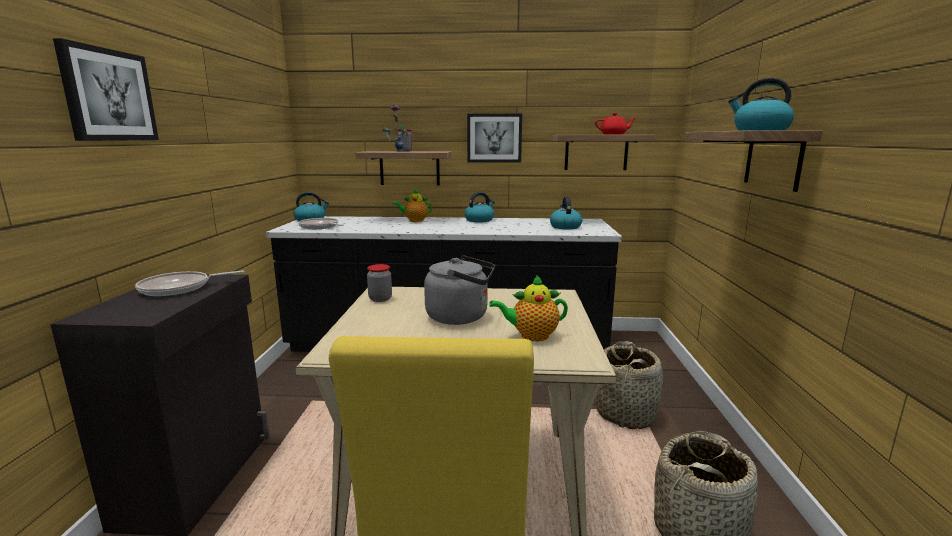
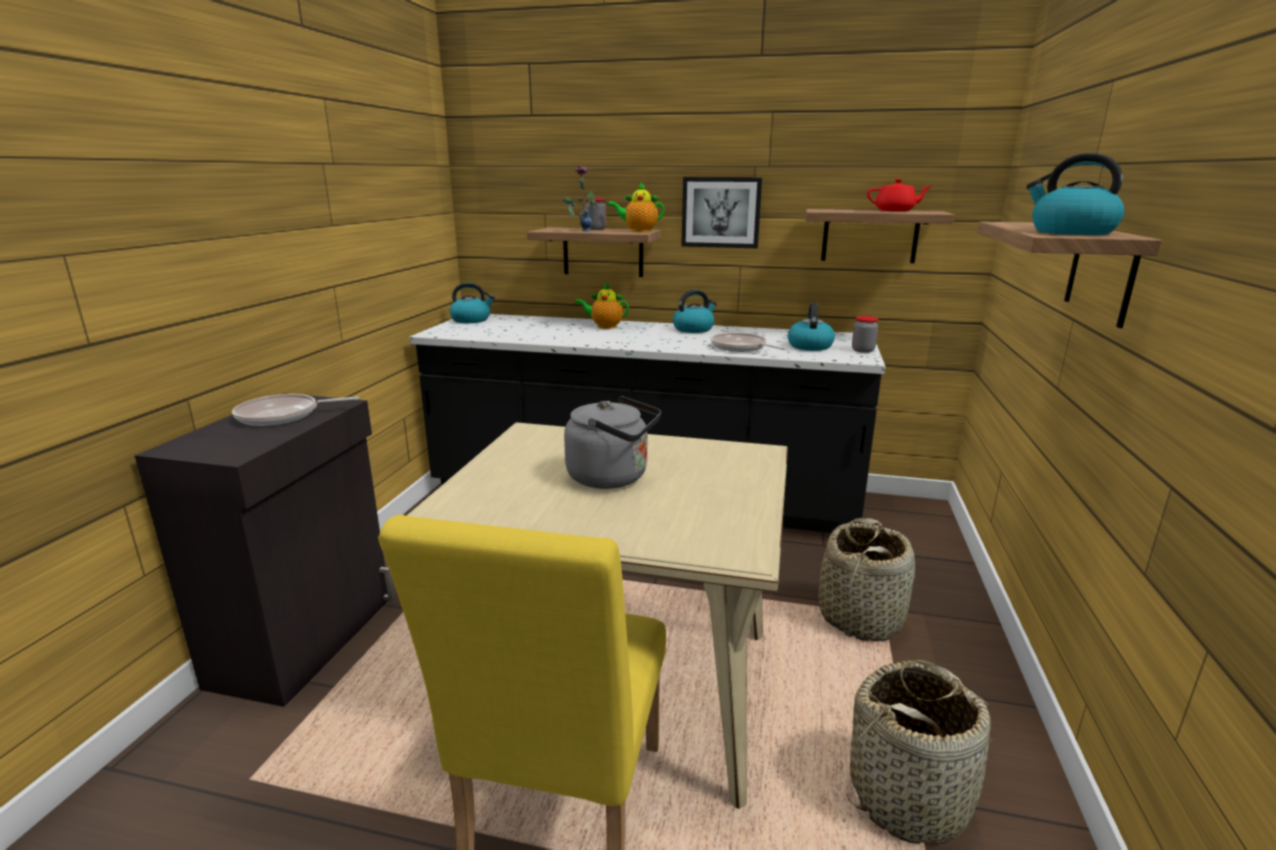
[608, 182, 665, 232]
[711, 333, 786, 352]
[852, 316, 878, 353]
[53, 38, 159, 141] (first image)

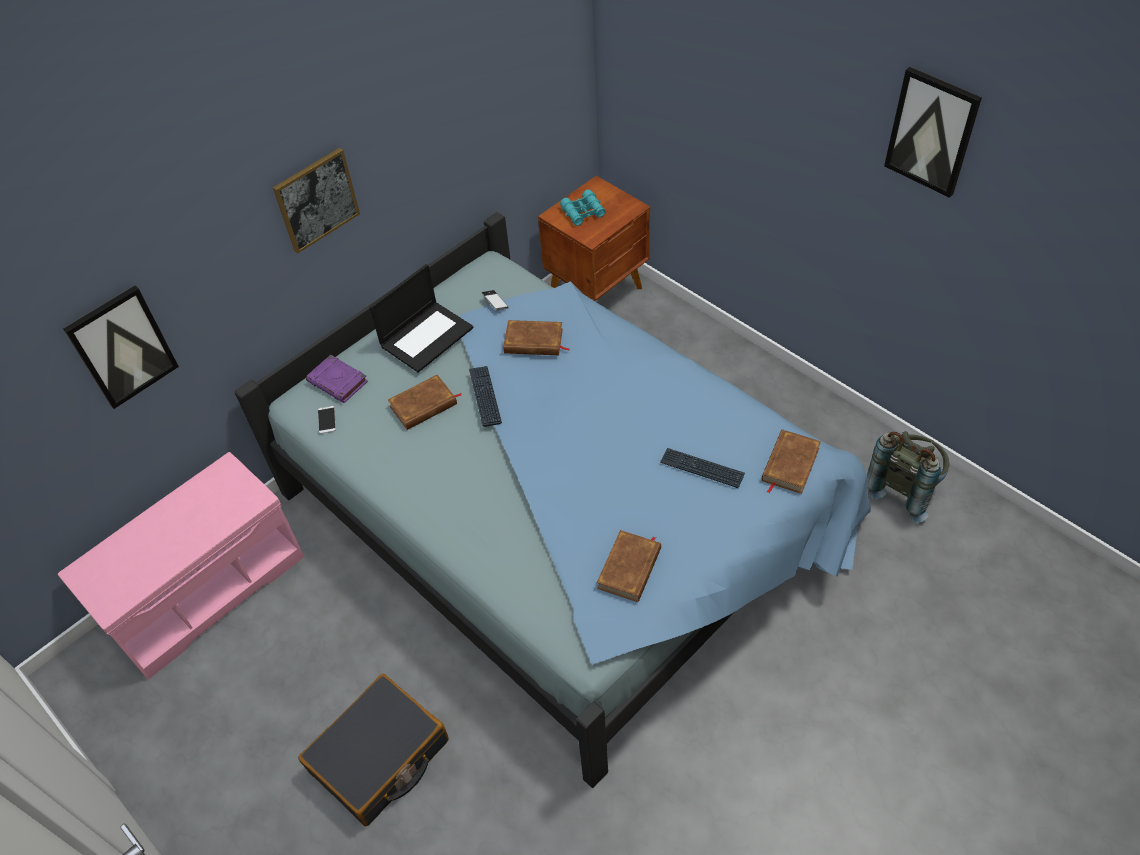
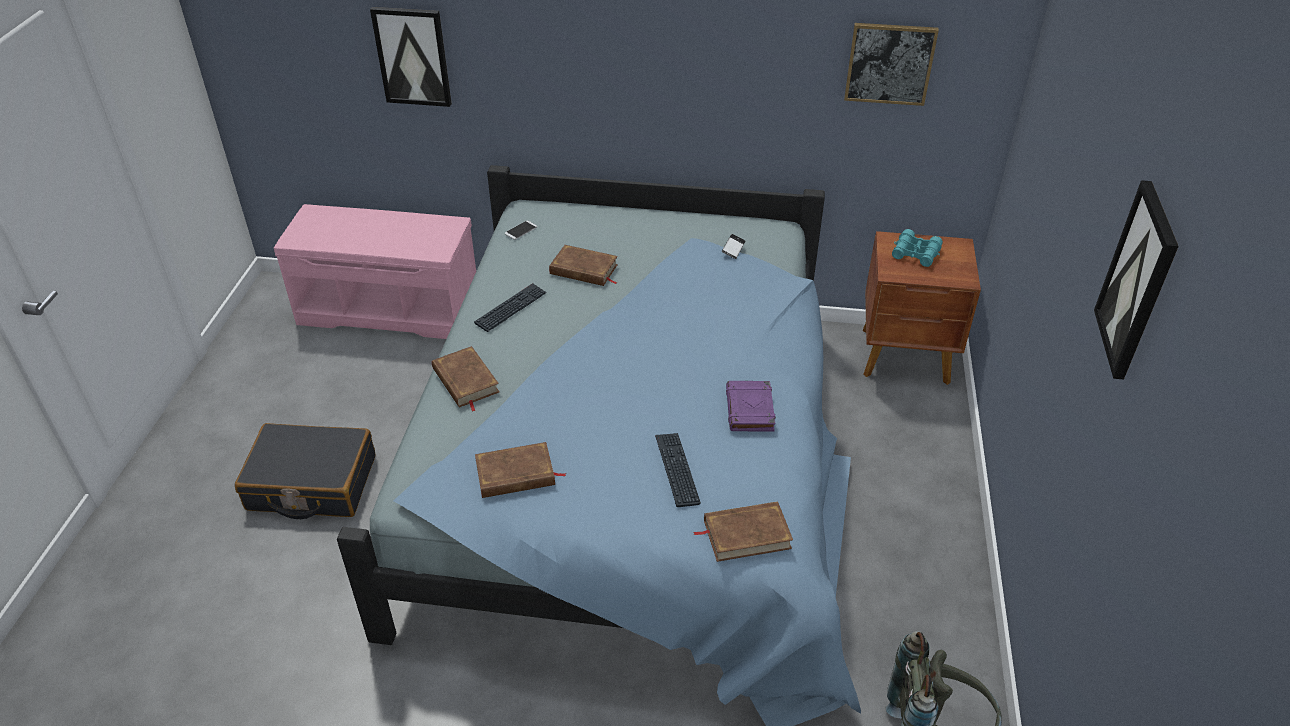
[432, 346, 499, 412]
[474, 283, 547, 332]
[726, 381, 775, 431]
[844, 23, 939, 106]
[369, 264, 473, 373] (first image)

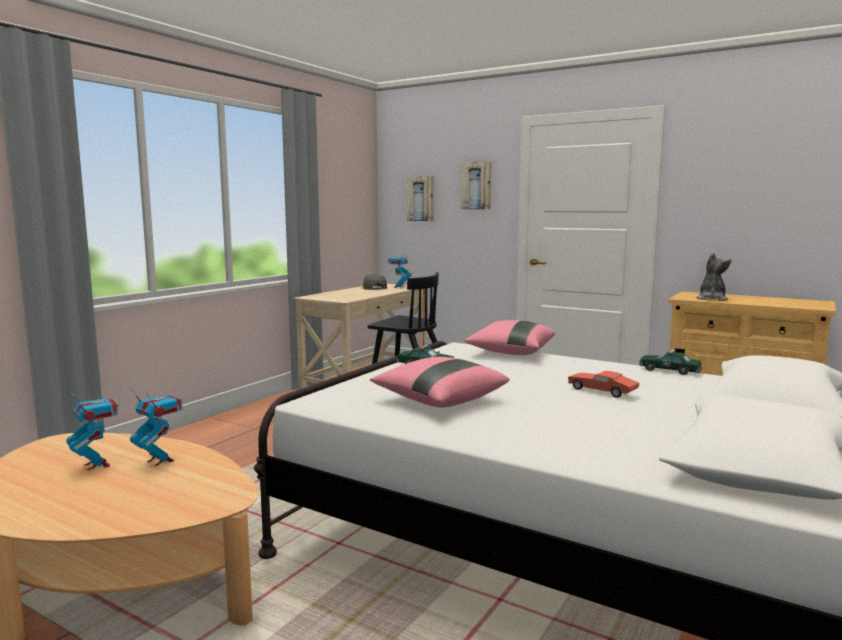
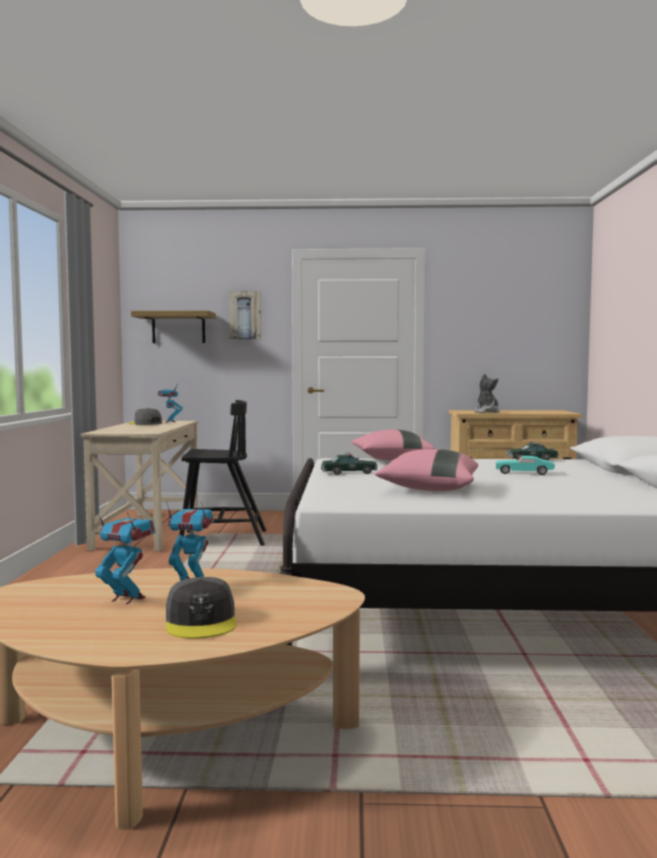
[131, 311, 216, 343]
[166, 577, 236, 639]
[496, 456, 555, 475]

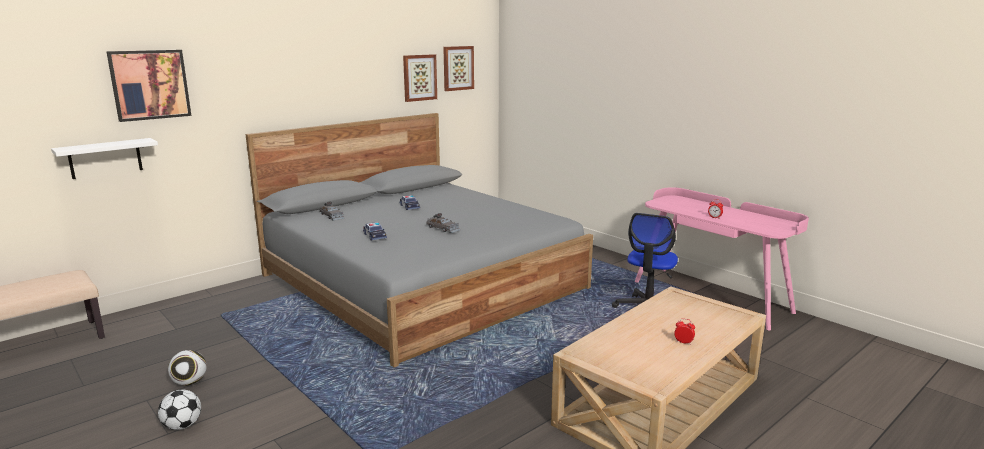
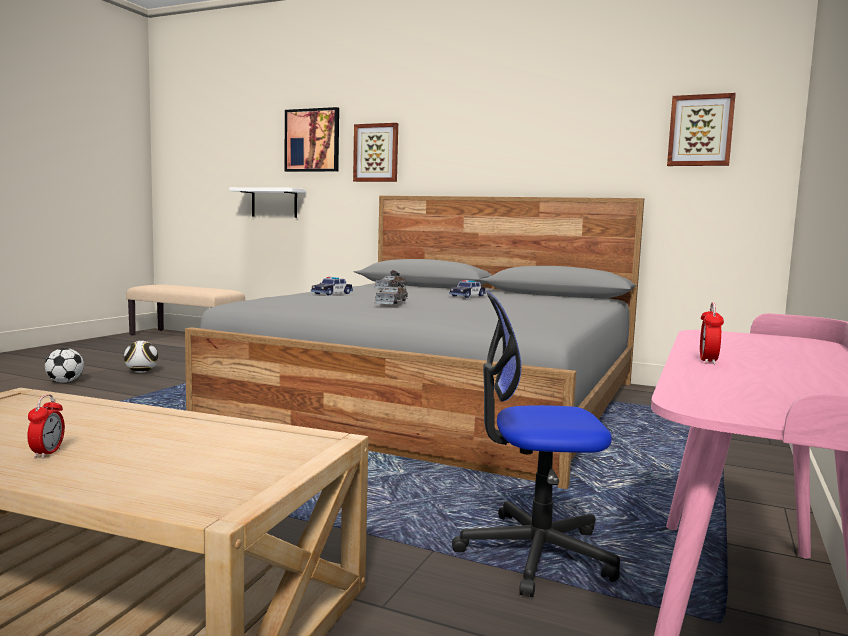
[353, 123, 398, 182]

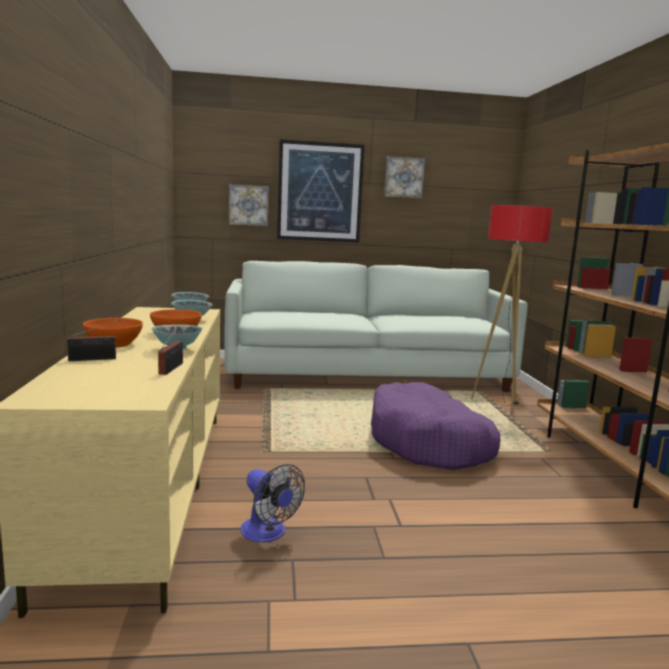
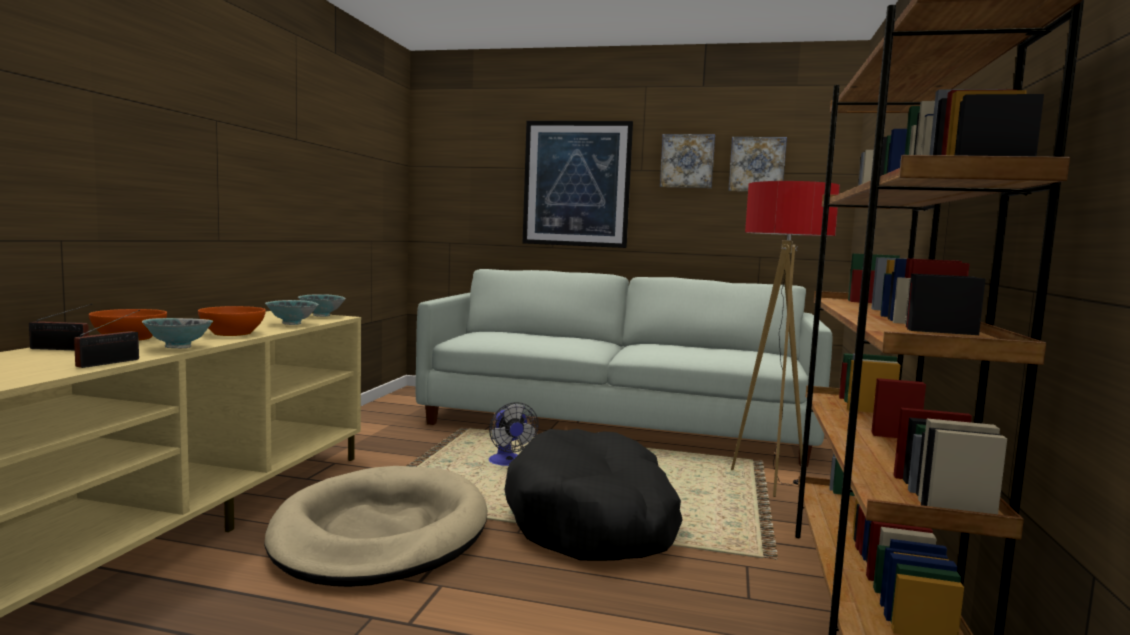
[264, 466, 488, 587]
[489, 402, 539, 466]
[504, 429, 683, 561]
[728, 137, 787, 191]

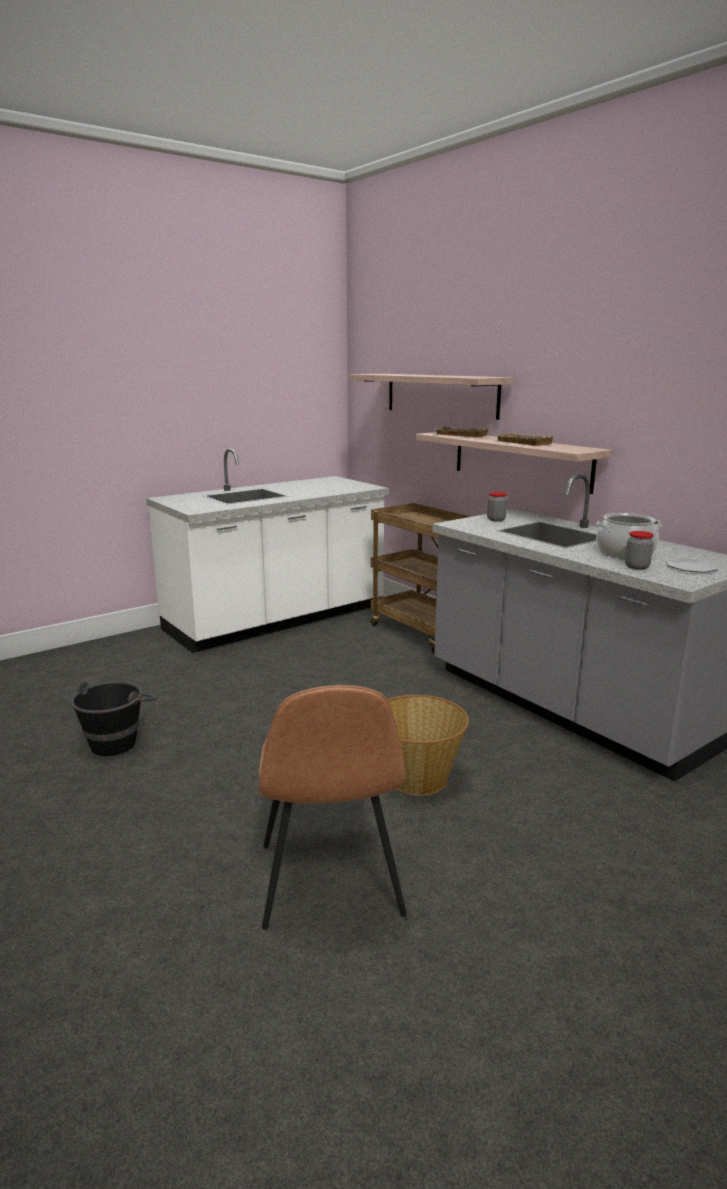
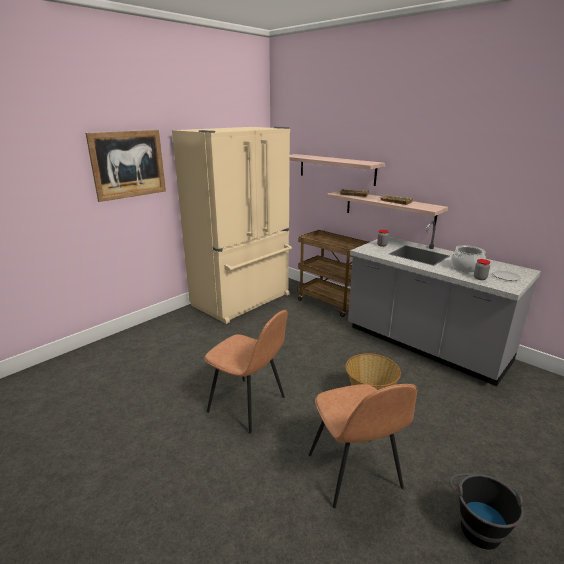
[86, 130, 166, 202]
[172, 127, 292, 324]
[204, 310, 288, 433]
[449, 473, 524, 550]

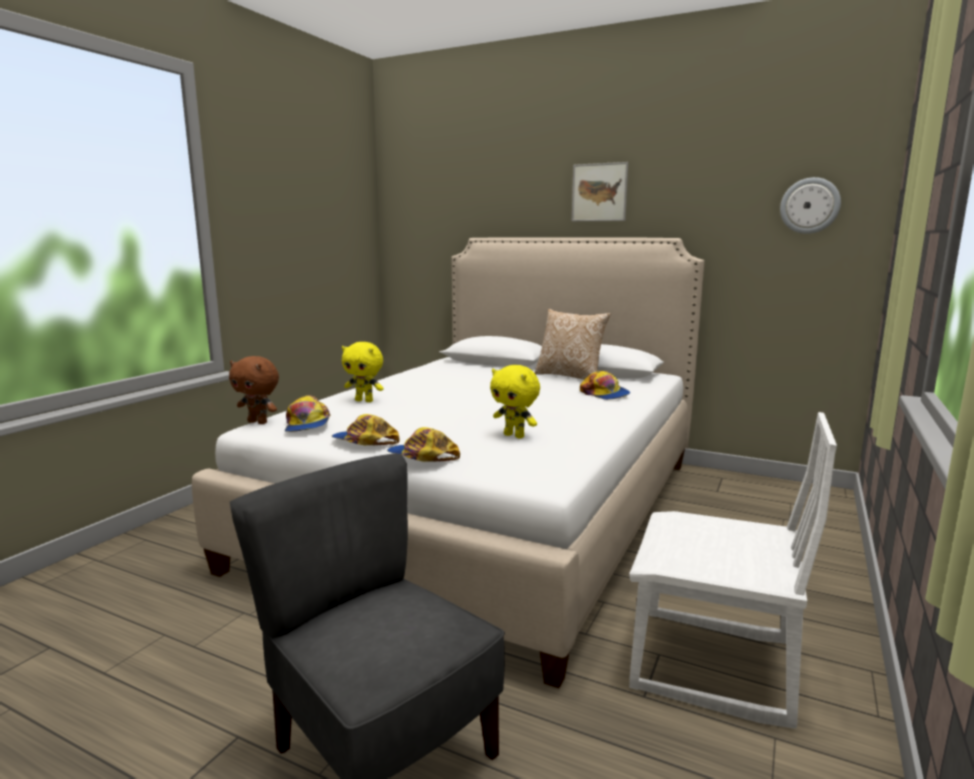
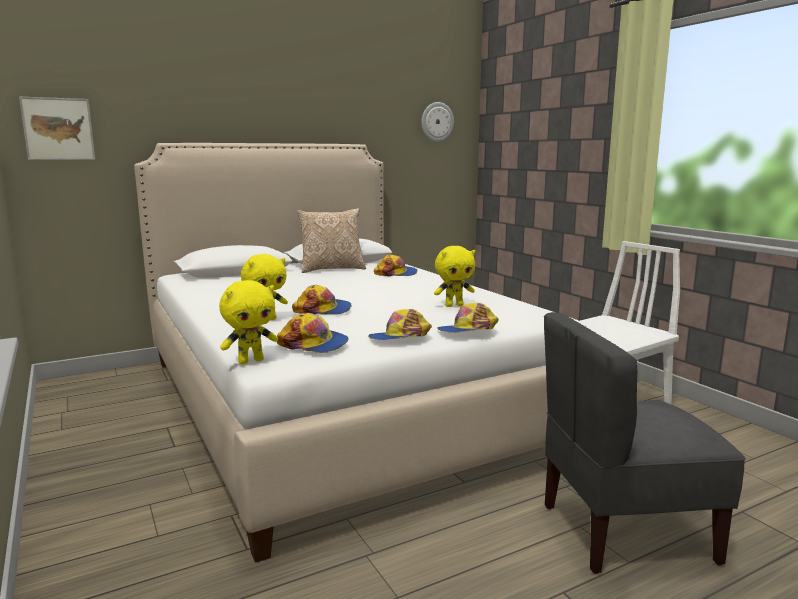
[19, 97, 95, 160]
[219, 280, 278, 364]
[292, 285, 351, 314]

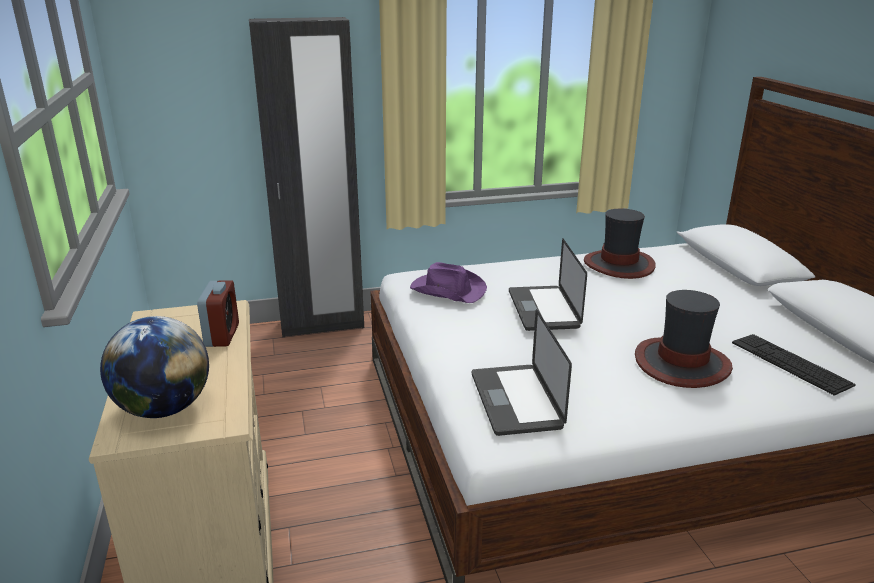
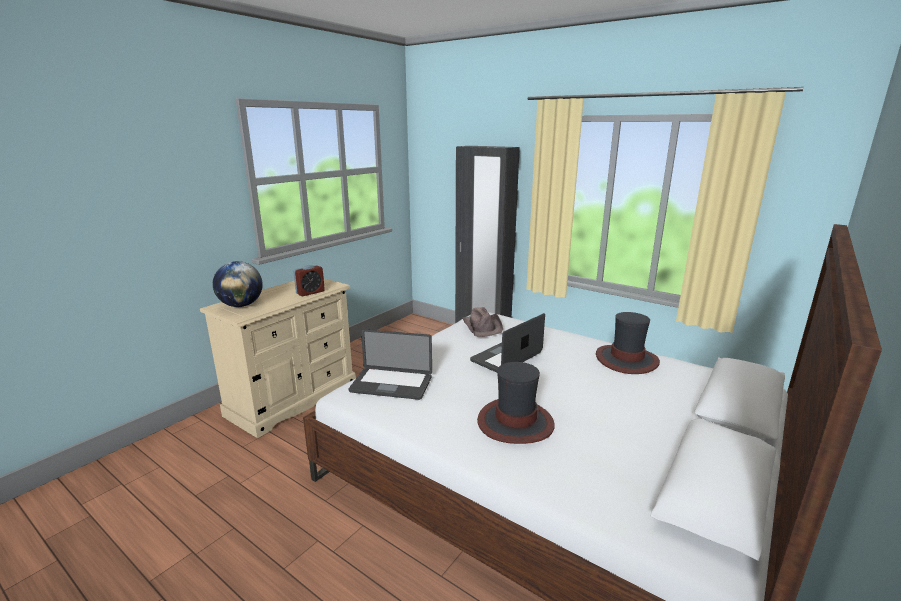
[349, 329, 432, 400]
[462, 307, 503, 337]
[732, 334, 856, 396] (first image)

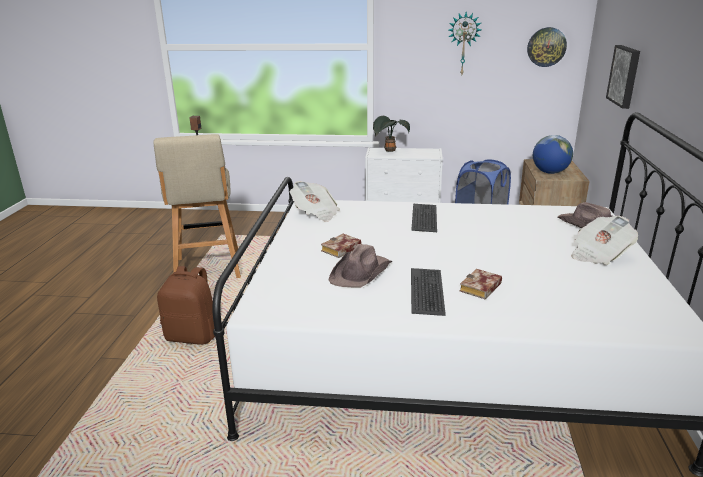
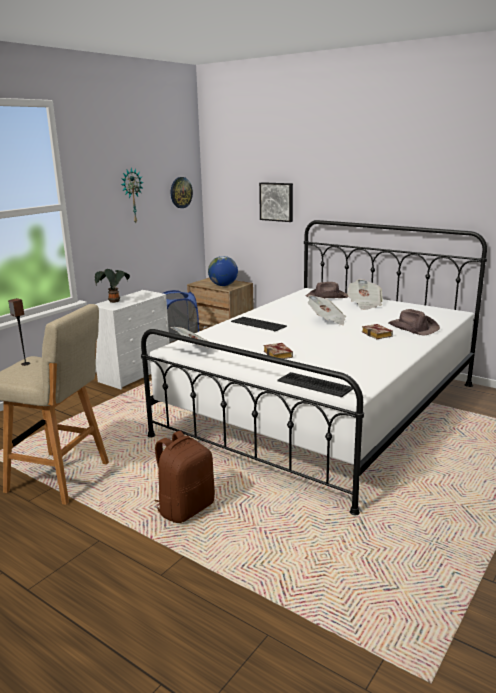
[277, 372, 353, 397]
[308, 295, 346, 325]
[388, 309, 440, 336]

